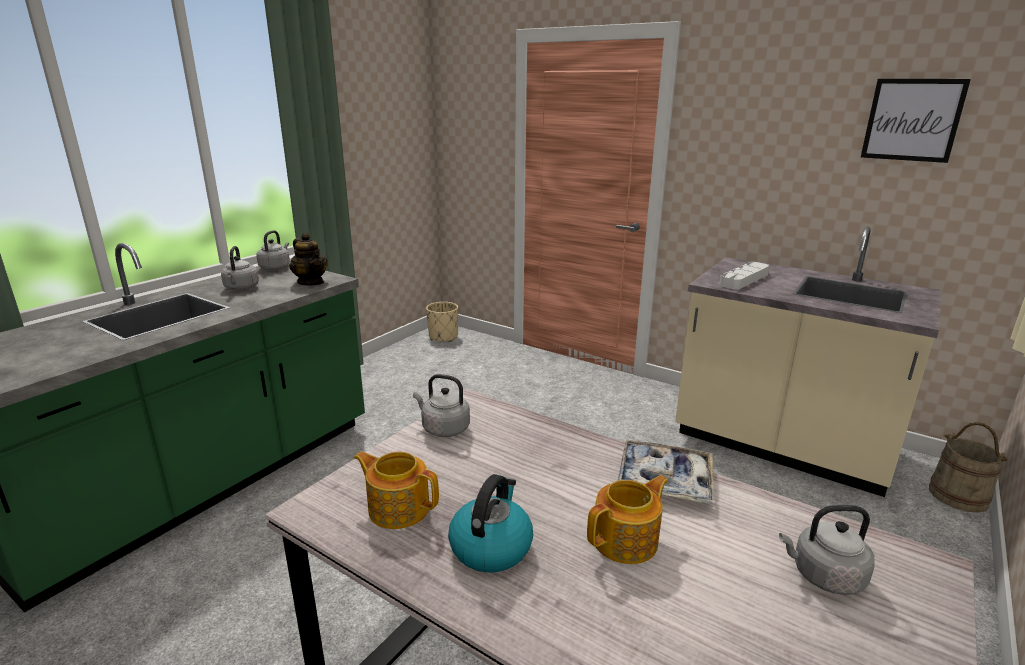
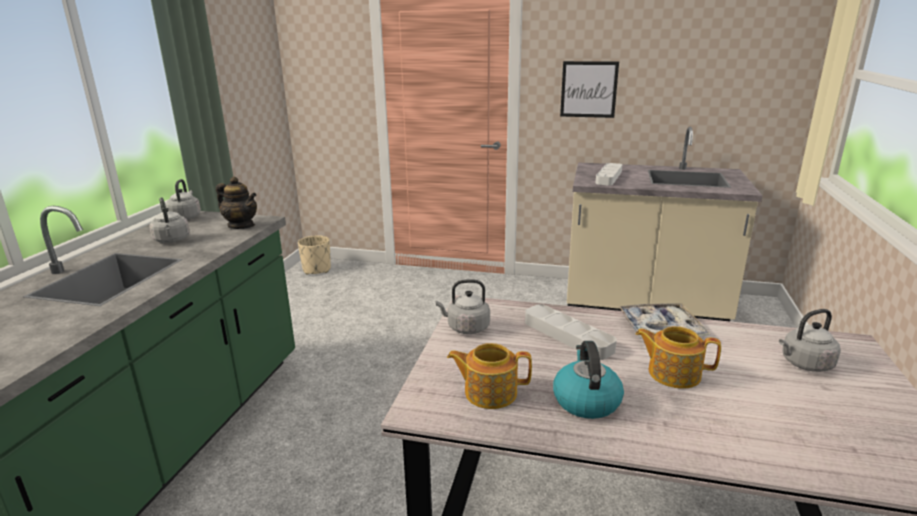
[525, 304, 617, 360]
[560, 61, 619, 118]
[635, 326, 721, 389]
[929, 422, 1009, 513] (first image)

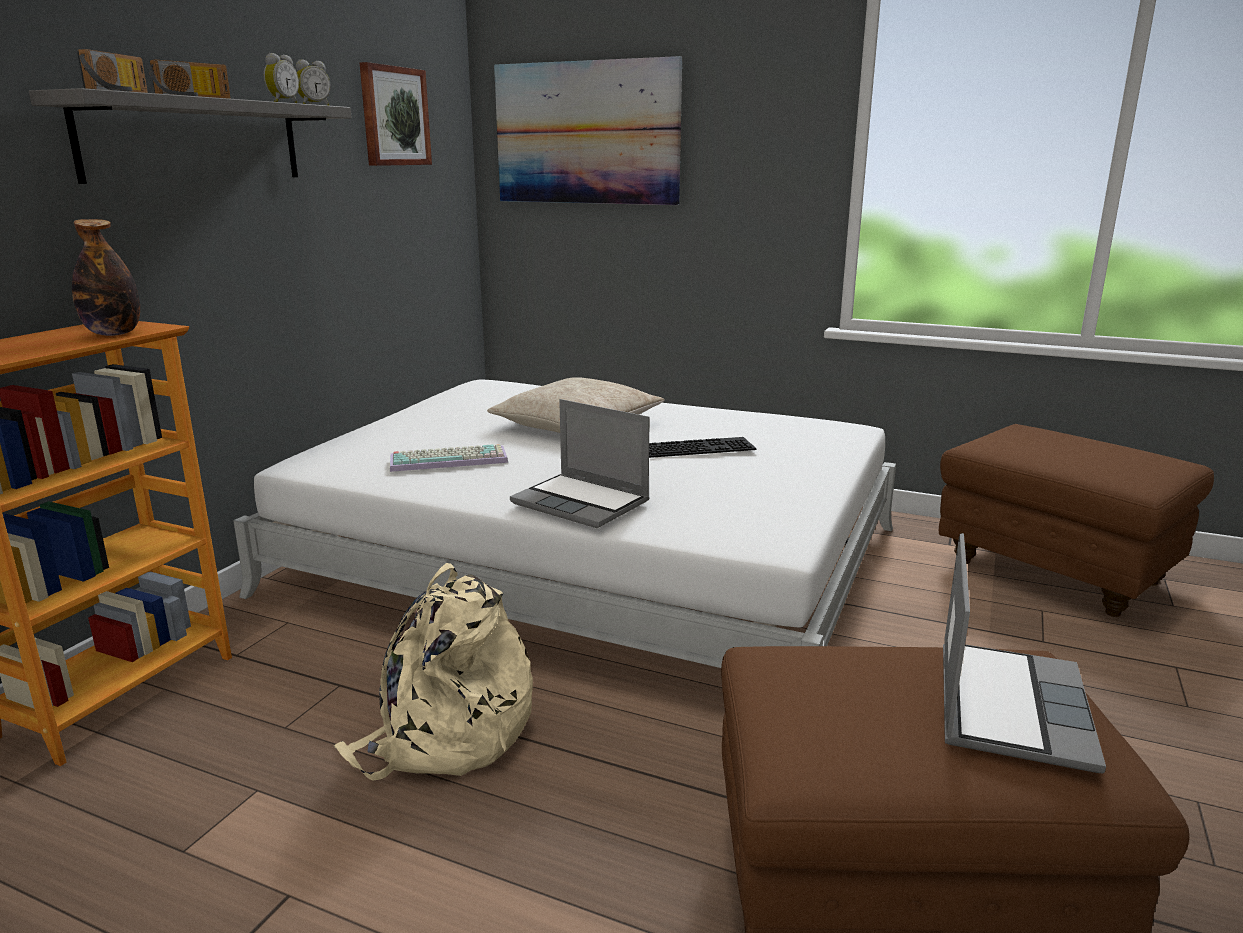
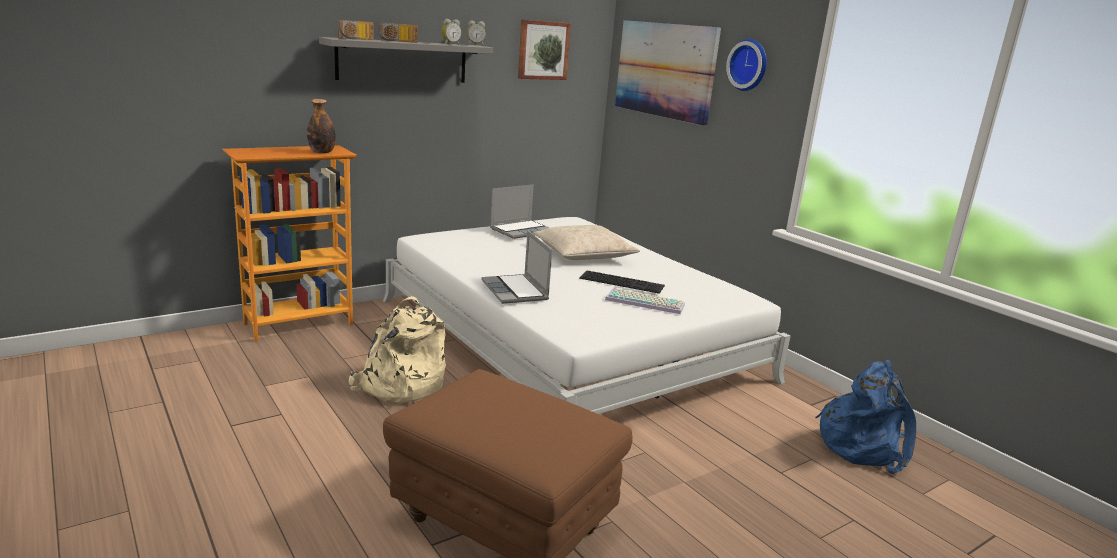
[490, 185, 549, 239]
[605, 288, 685, 314]
[726, 39, 767, 91]
[815, 360, 916, 474]

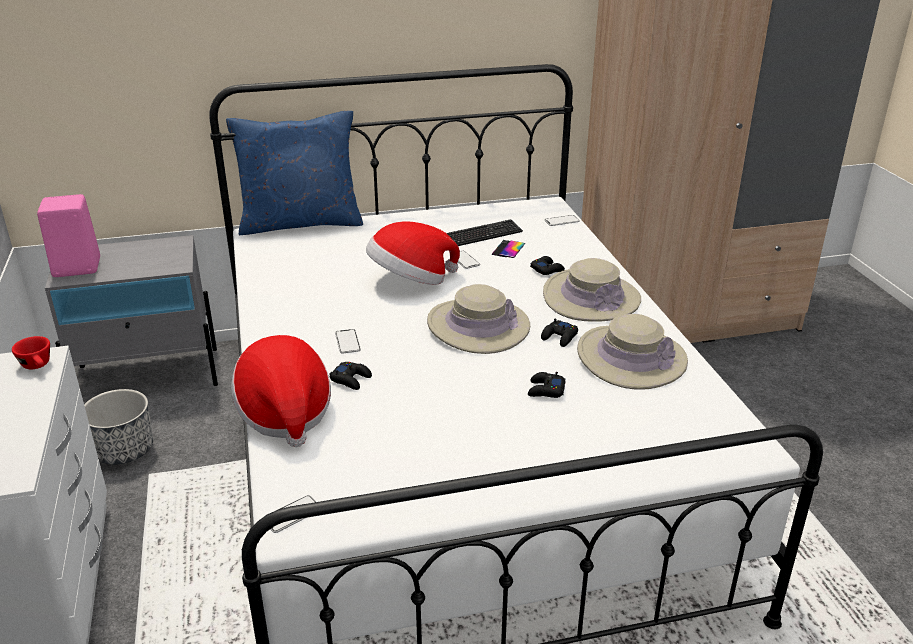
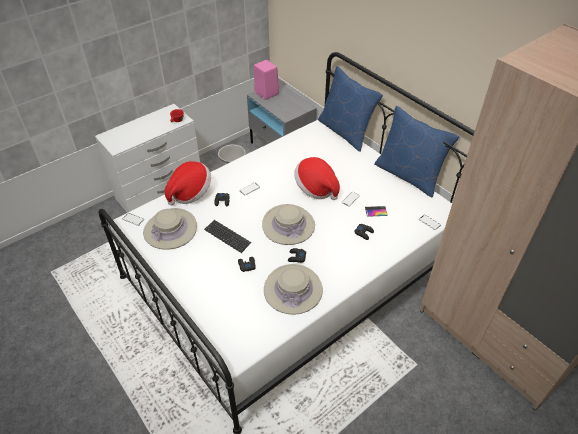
[143, 208, 197, 250]
[204, 220, 251, 253]
[375, 106, 459, 198]

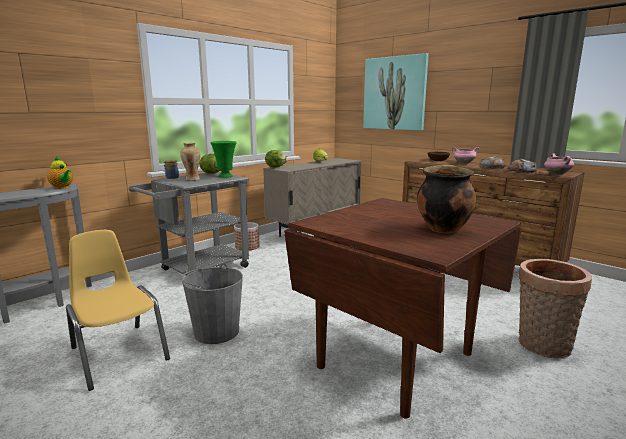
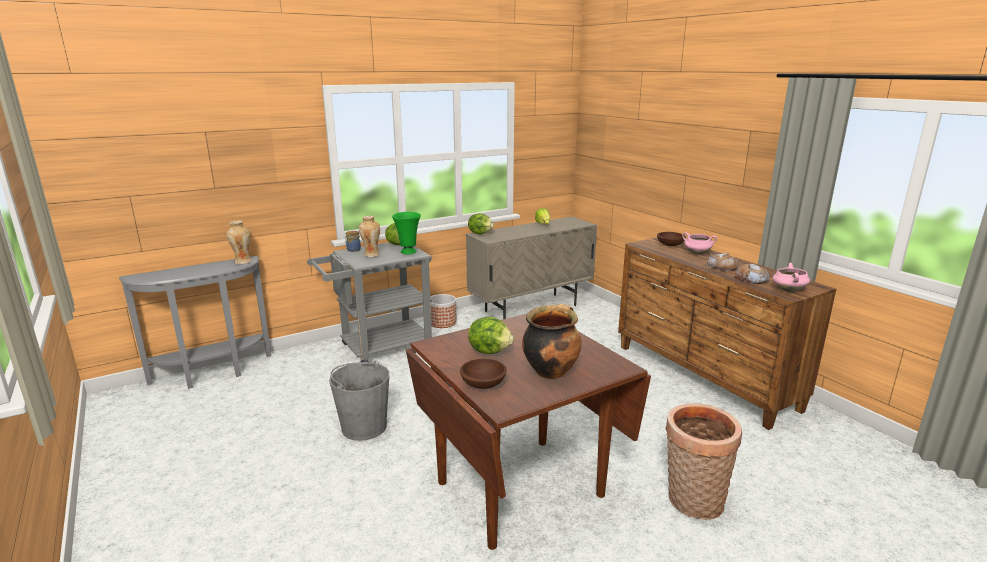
[226, 220, 252, 264]
[460, 359, 507, 389]
[468, 317, 514, 354]
[66, 230, 170, 391] (first image)
[363, 53, 429, 131] (first image)

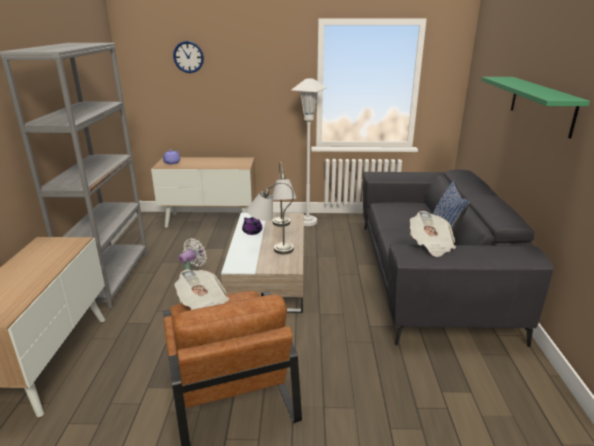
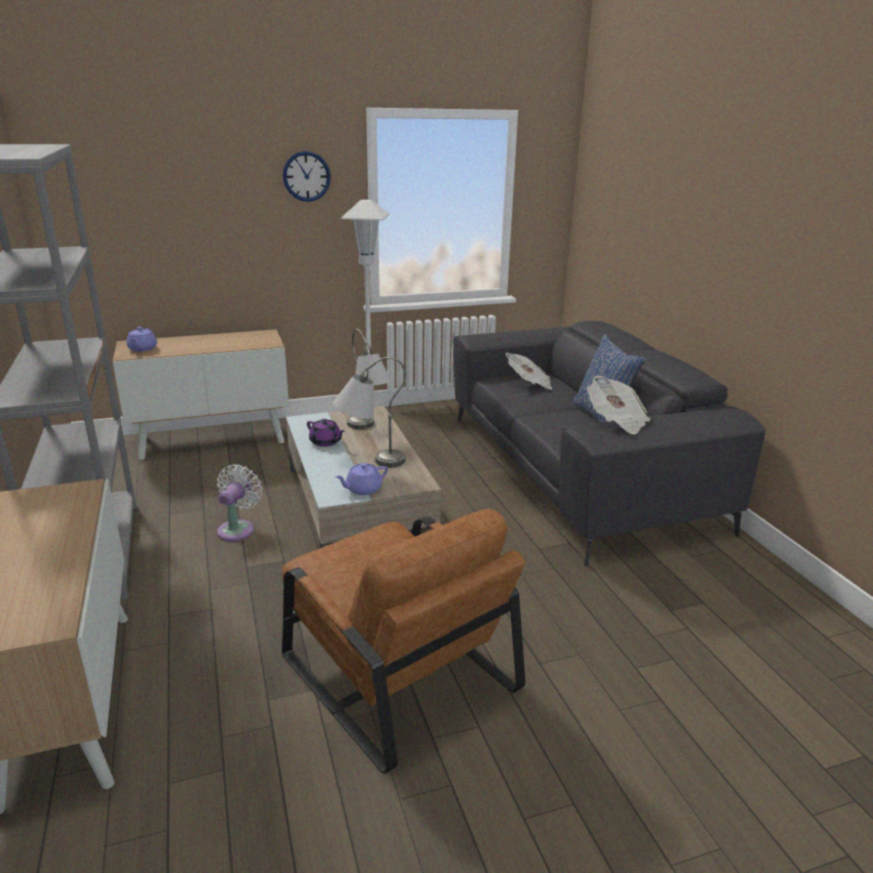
[283, 151, 331, 202]
[336, 463, 388, 495]
[505, 353, 552, 390]
[481, 77, 590, 139] (first image)

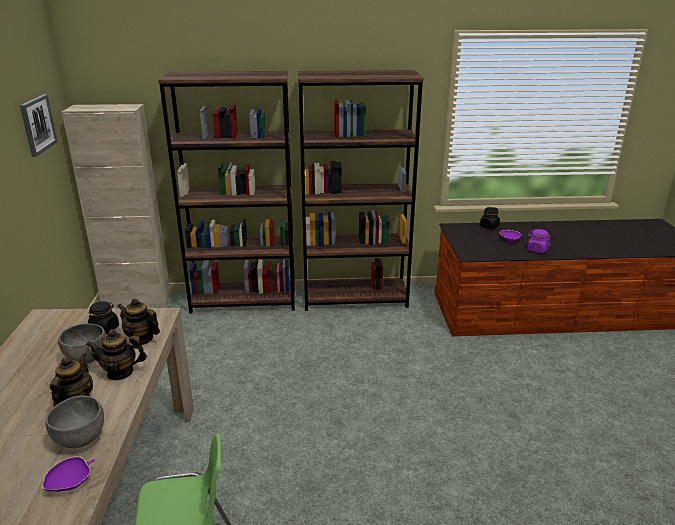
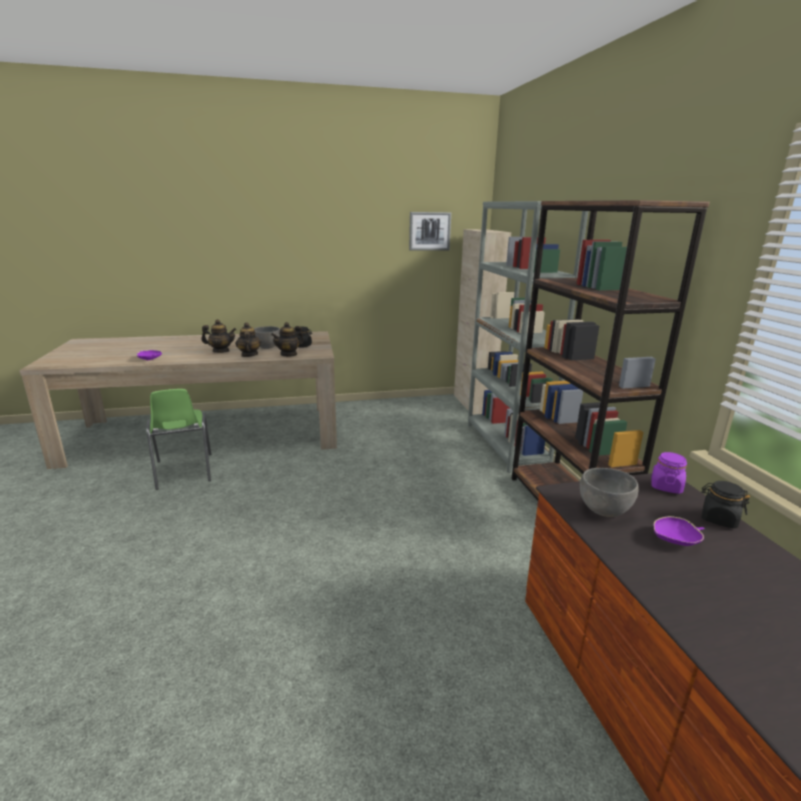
[271, 322, 304, 357]
[468, 201, 588, 473]
[580, 468, 639, 517]
[651, 452, 687, 494]

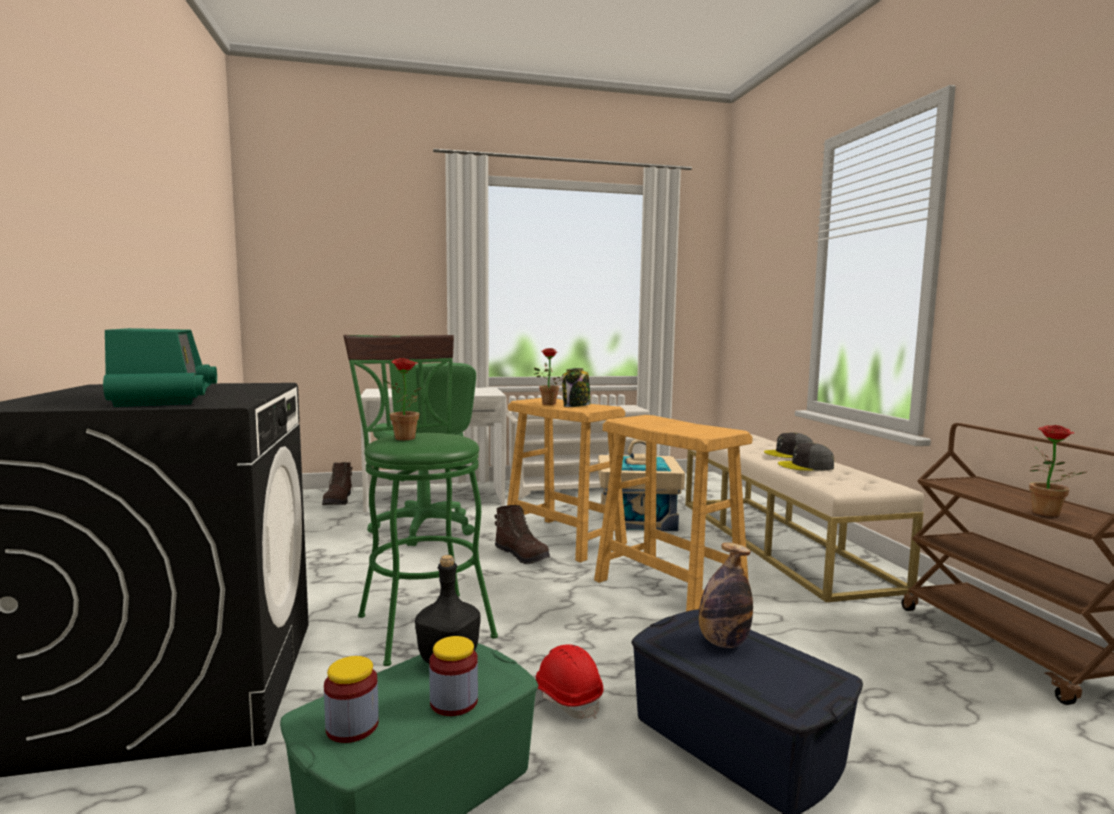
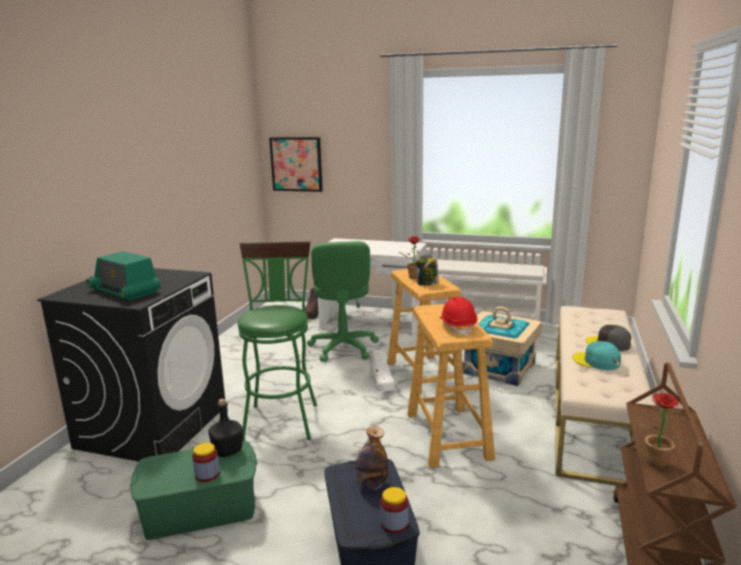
[86, 251, 161, 301]
[269, 137, 323, 192]
[368, 346, 396, 392]
[380, 487, 408, 533]
[440, 297, 477, 336]
[573, 341, 621, 370]
[385, 358, 421, 440] (first image)

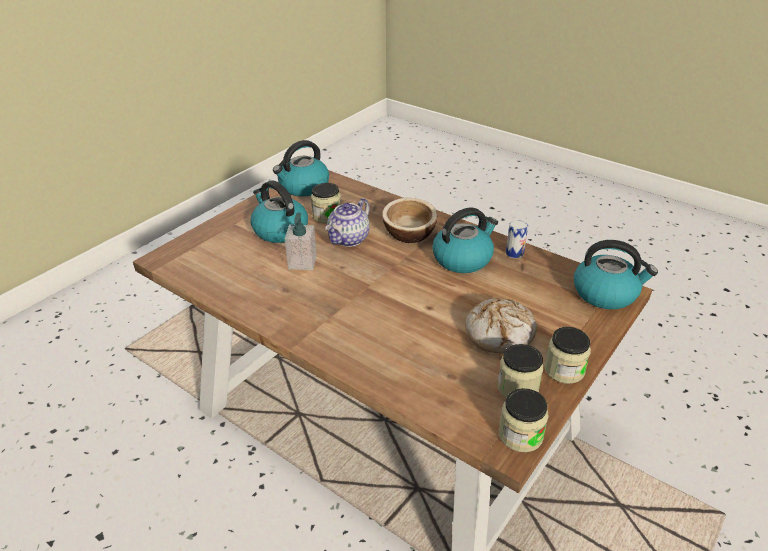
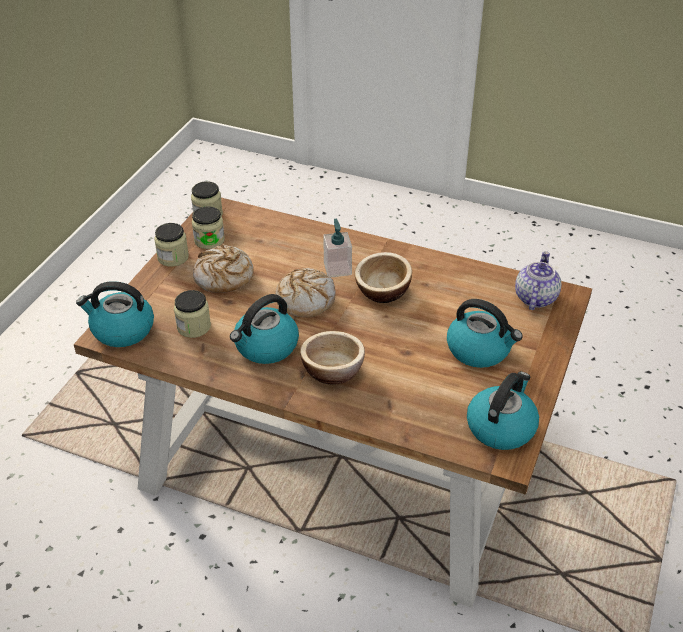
[174, 290, 211, 338]
[275, 268, 336, 318]
[323, 219, 352, 278]
[355, 252, 412, 303]
[515, 251, 561, 310]
[506, 220, 528, 258] (first image)

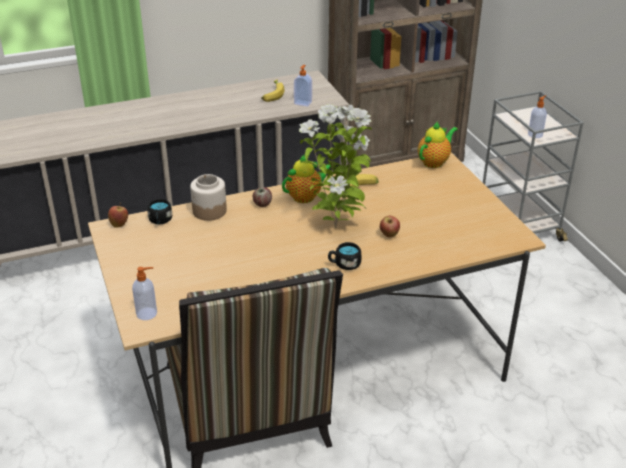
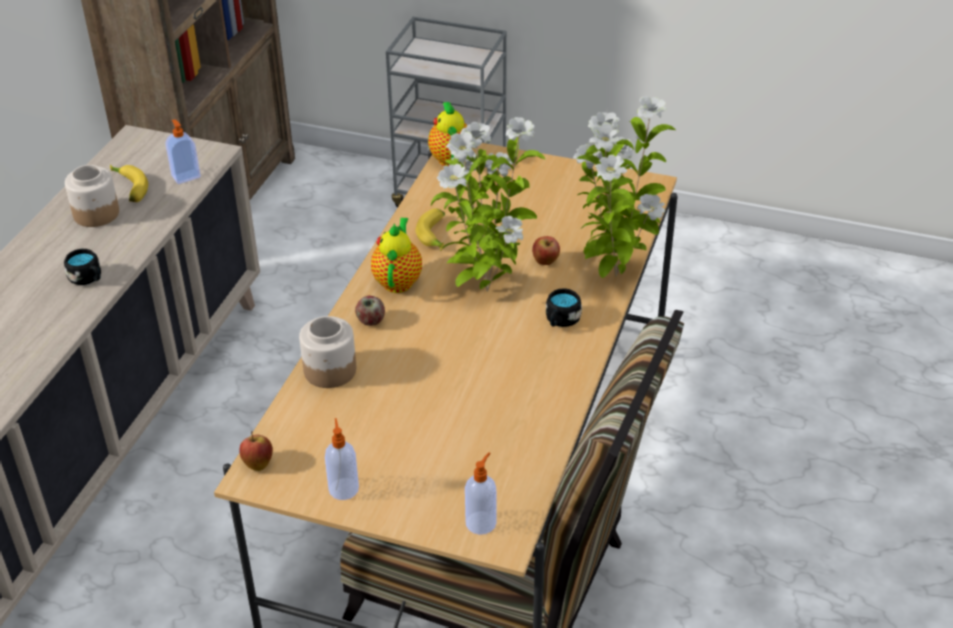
[64, 249, 101, 285]
[65, 165, 119, 227]
[325, 418, 359, 500]
[574, 96, 676, 278]

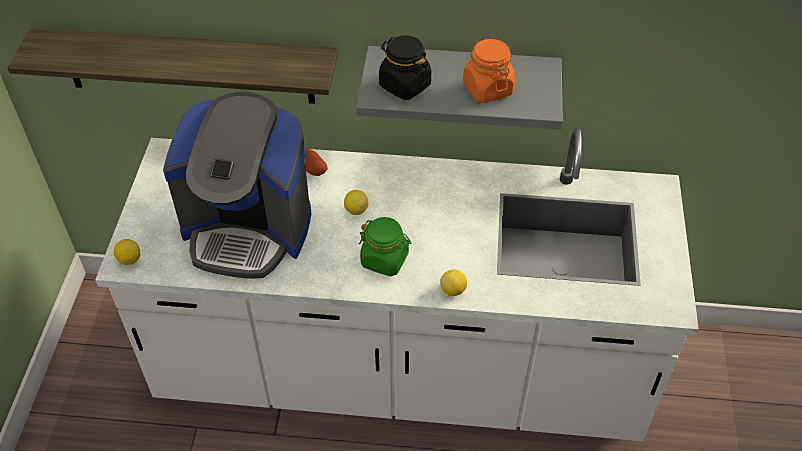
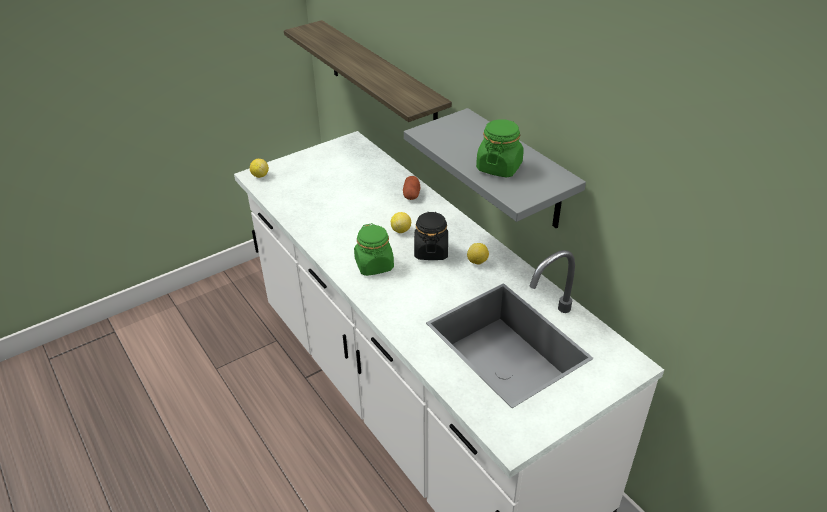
[414, 212, 448, 260]
[467, 243, 489, 265]
[476, 119, 524, 178]
[163, 92, 311, 279] (first image)

